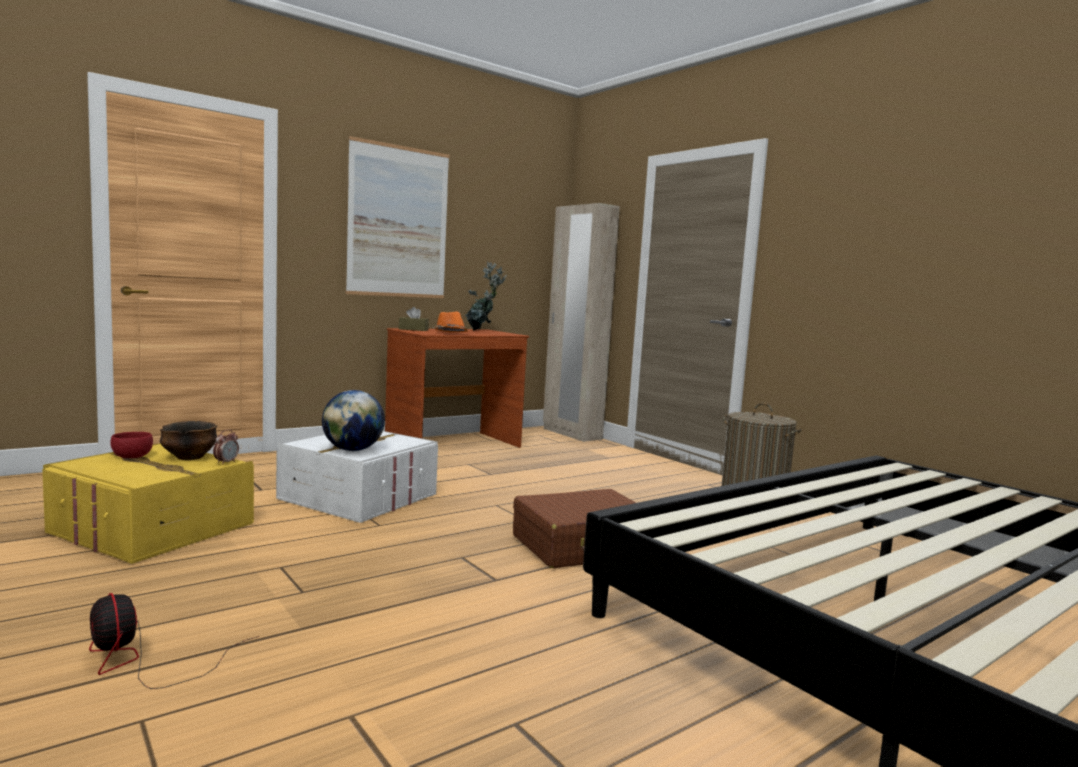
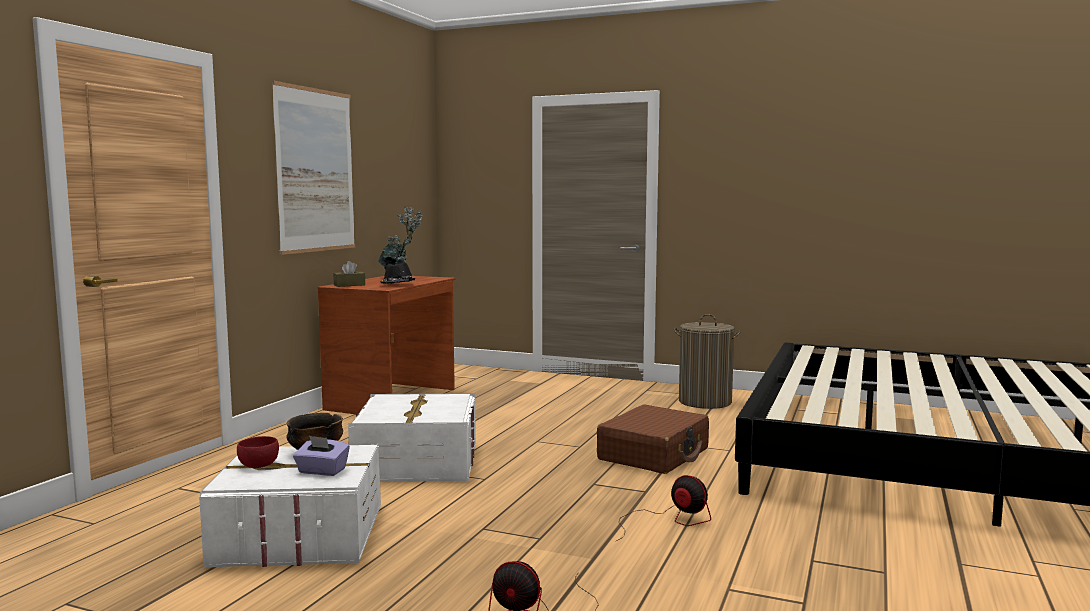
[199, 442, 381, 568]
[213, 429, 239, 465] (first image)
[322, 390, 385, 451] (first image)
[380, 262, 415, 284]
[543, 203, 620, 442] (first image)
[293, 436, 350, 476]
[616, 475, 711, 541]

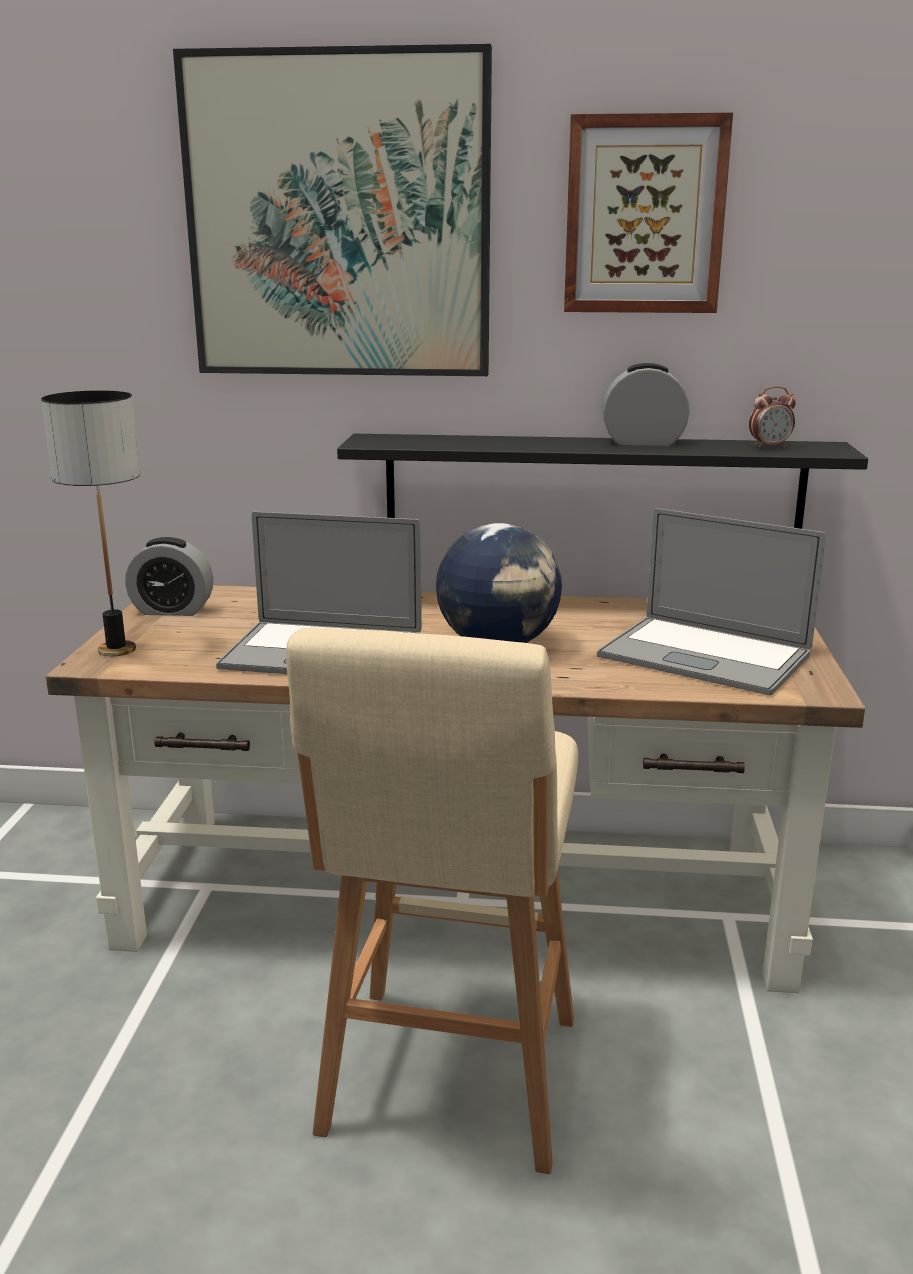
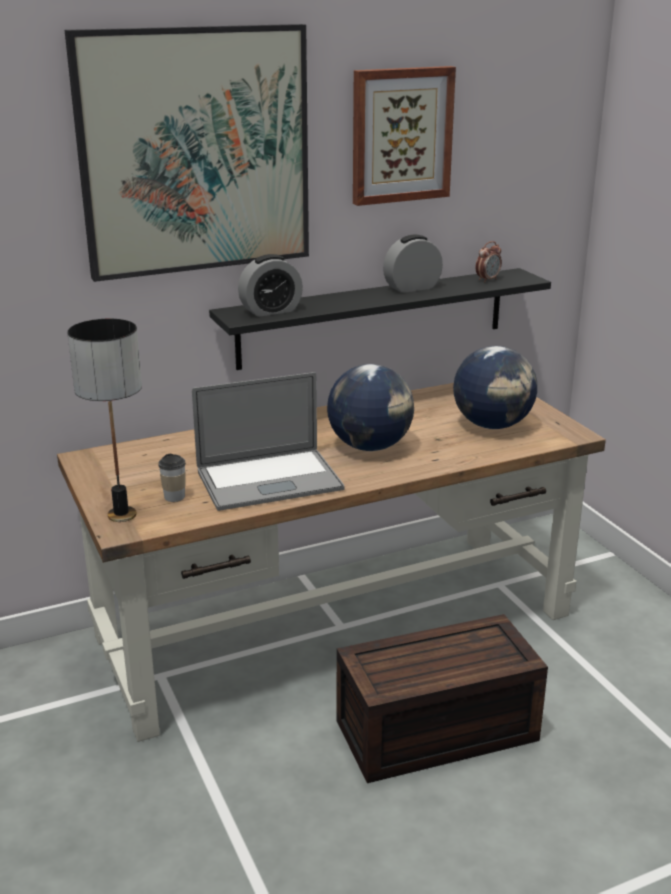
[238, 254, 303, 317]
[337, 614, 548, 783]
[453, 346, 537, 429]
[158, 454, 186, 502]

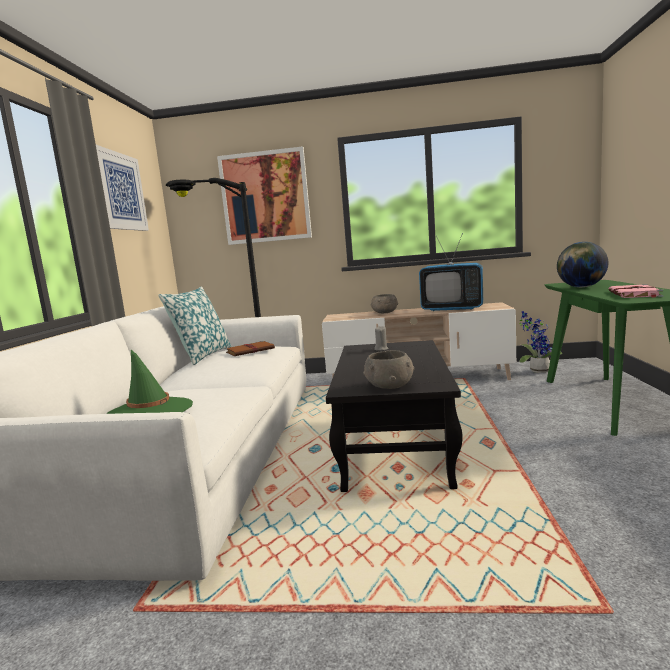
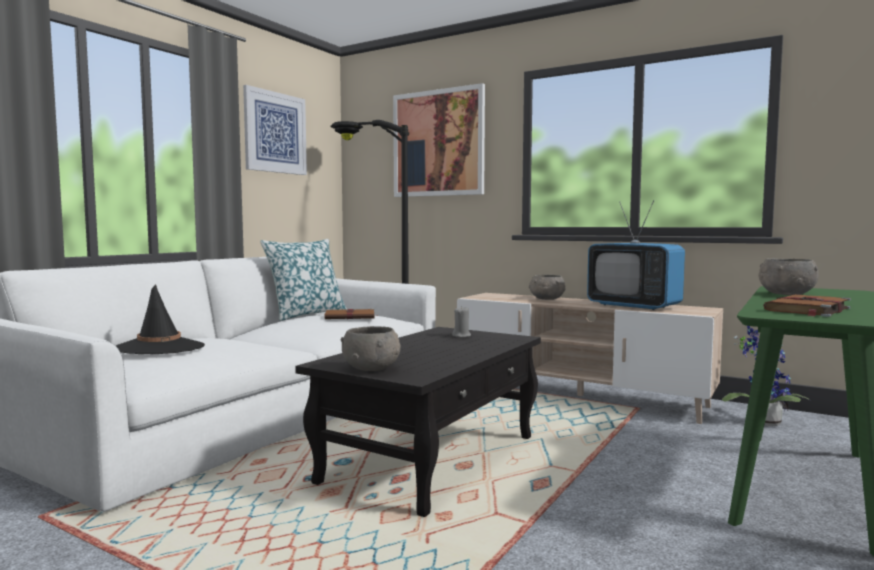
[116, 284, 205, 354]
[758, 258, 819, 295]
[763, 294, 851, 317]

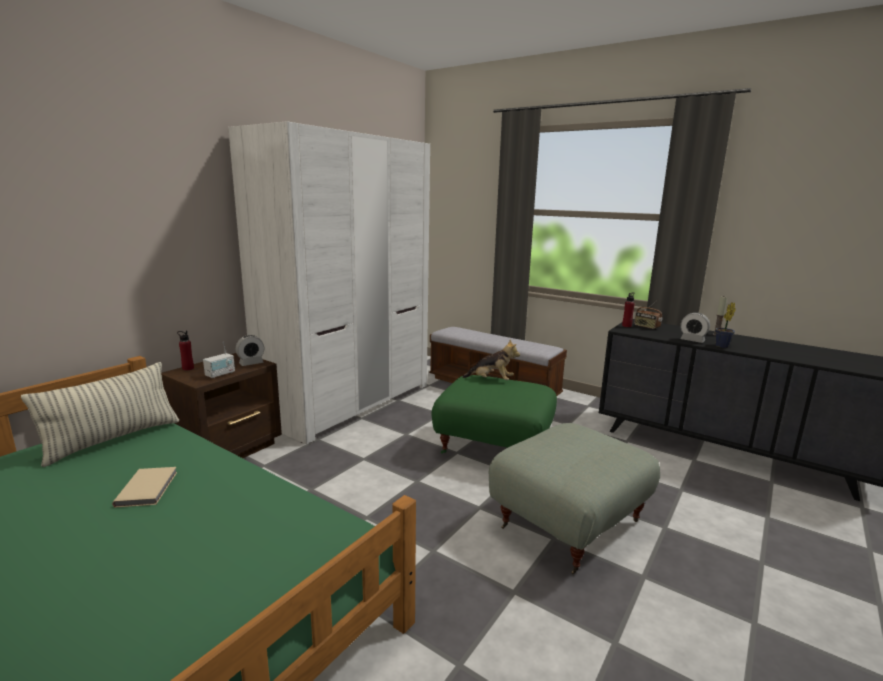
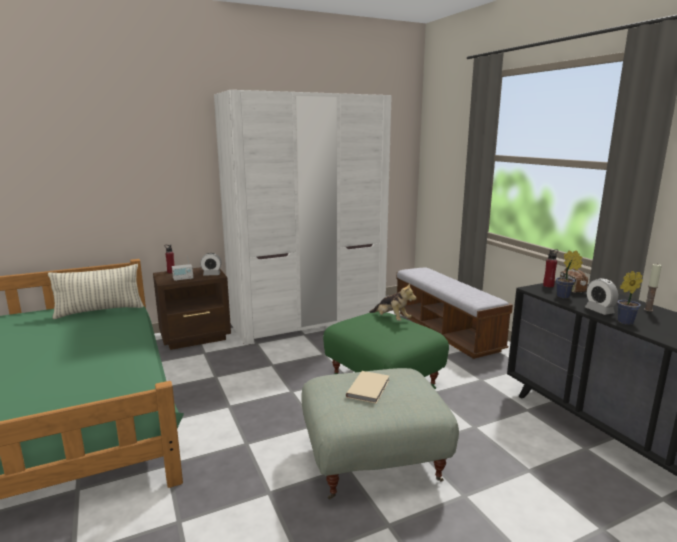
[346, 371, 389, 404]
[556, 250, 583, 299]

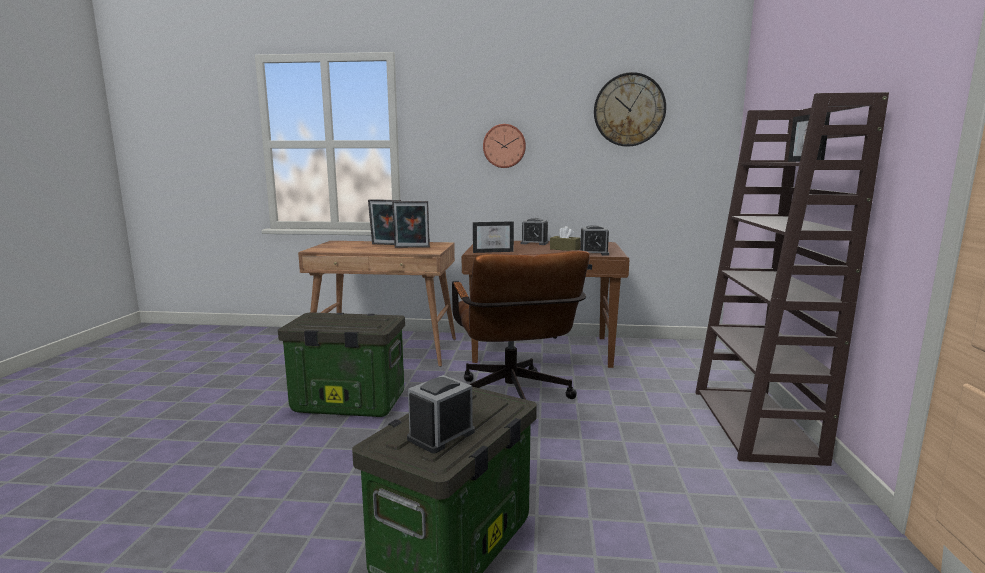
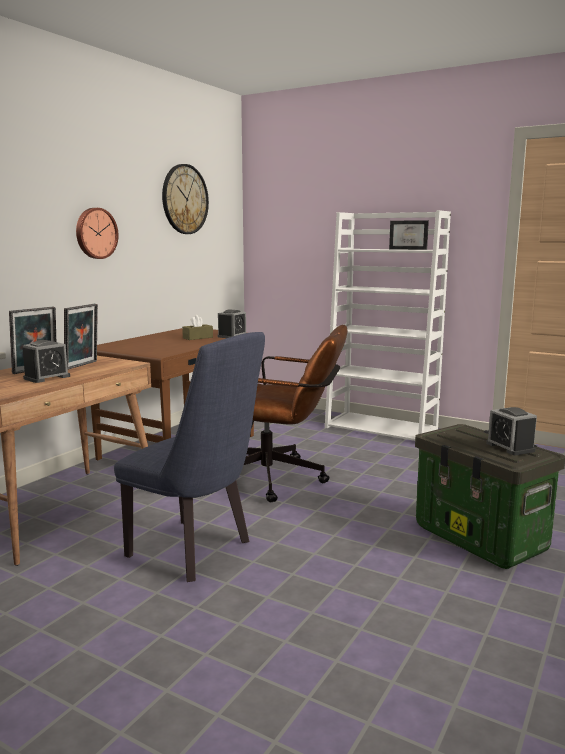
[114, 332, 265, 582]
[473, 221, 514, 253] (first image)
[22, 340, 70, 383]
[325, 210, 451, 441]

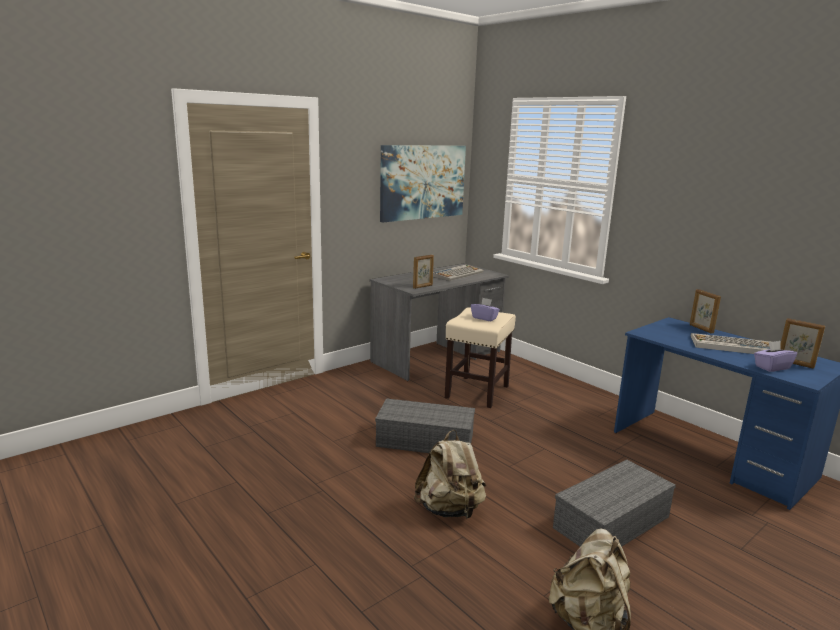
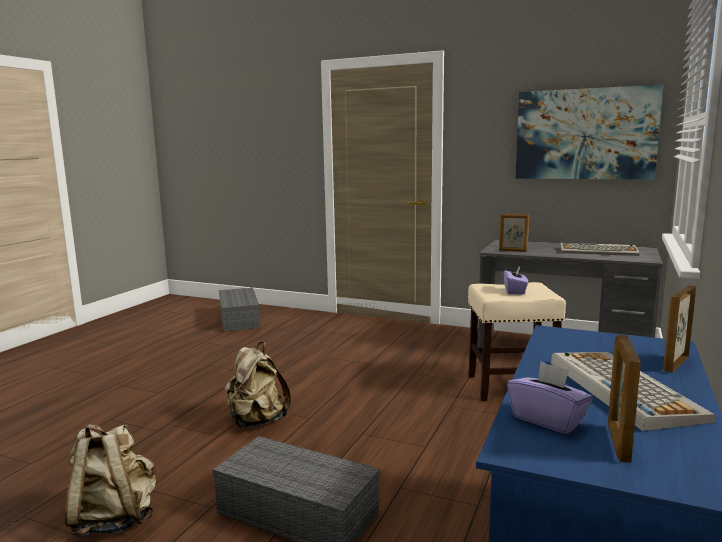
[219, 288, 260, 332]

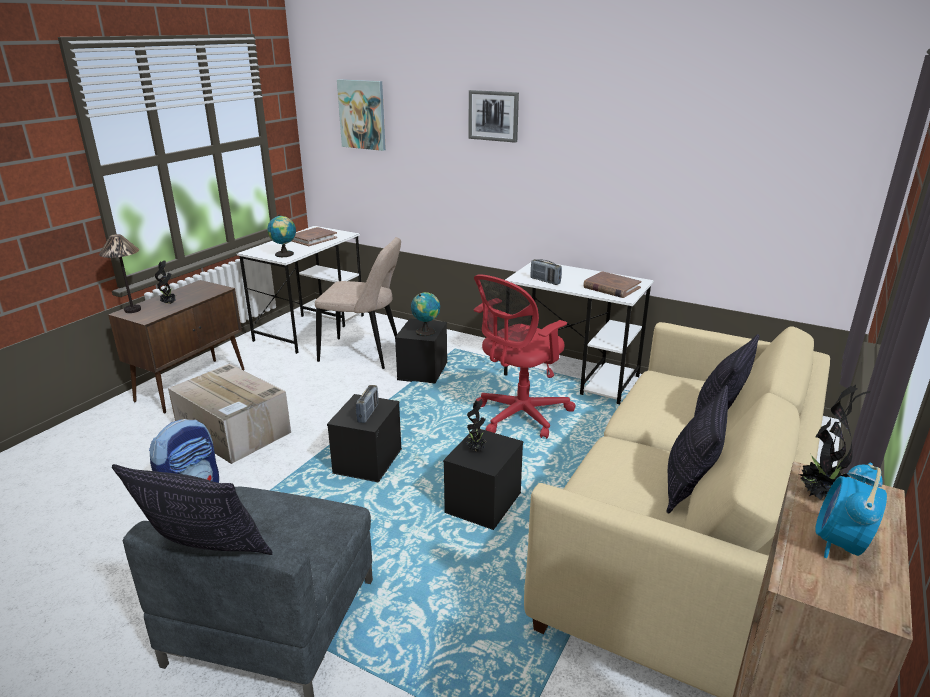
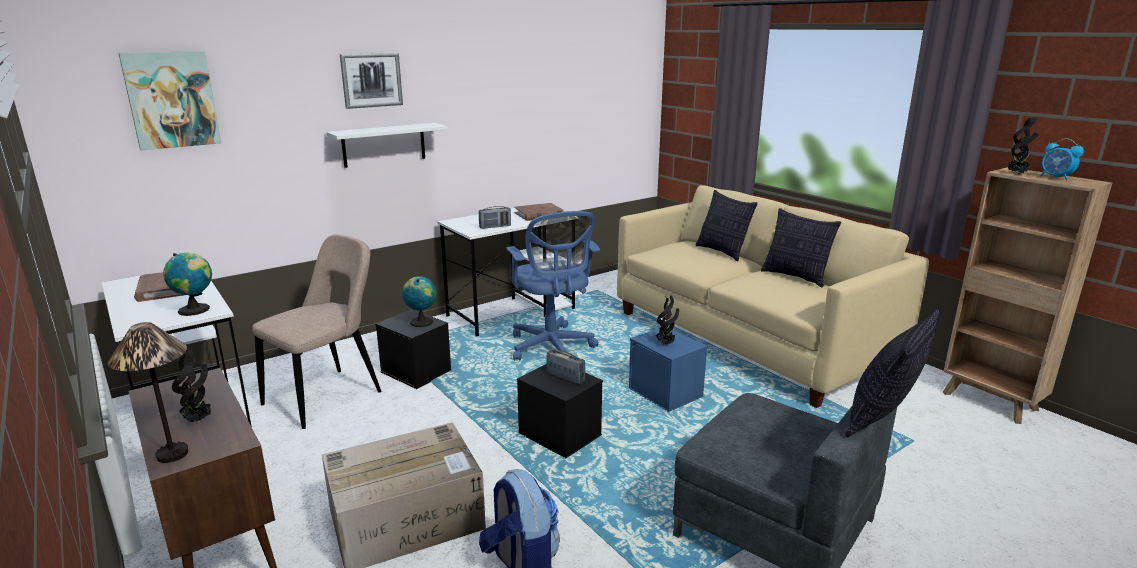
[628, 328, 708, 412]
[506, 211, 600, 361]
[326, 123, 448, 168]

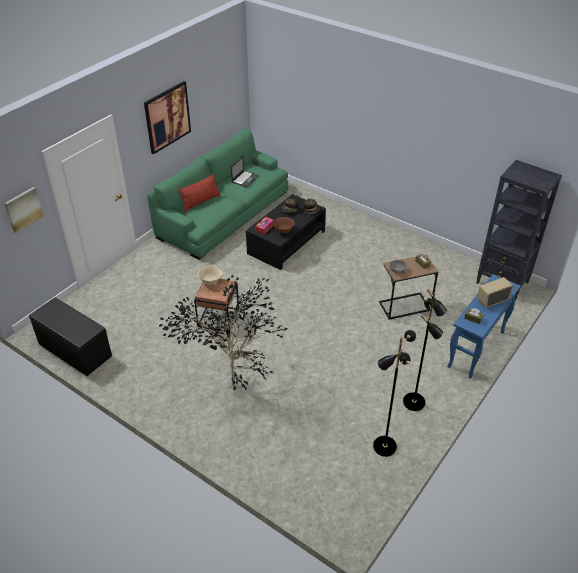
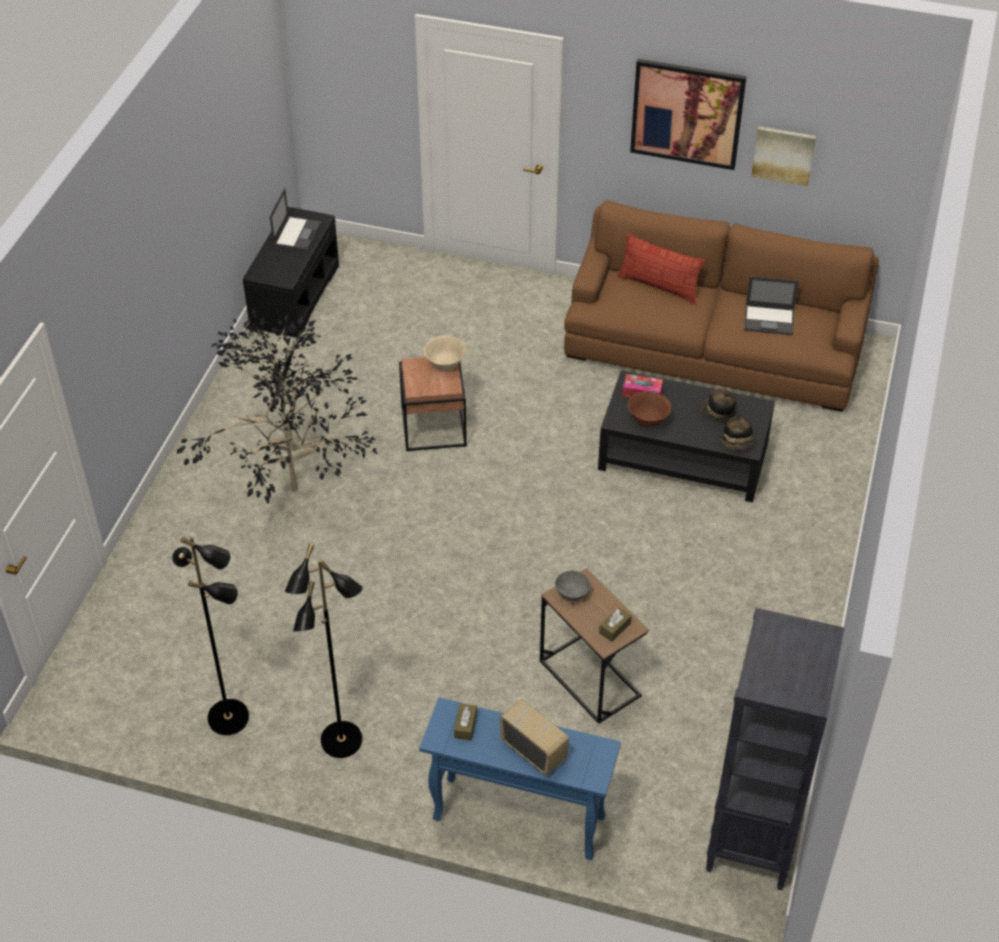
[751, 126, 816, 186]
[564, 200, 879, 412]
[270, 188, 321, 251]

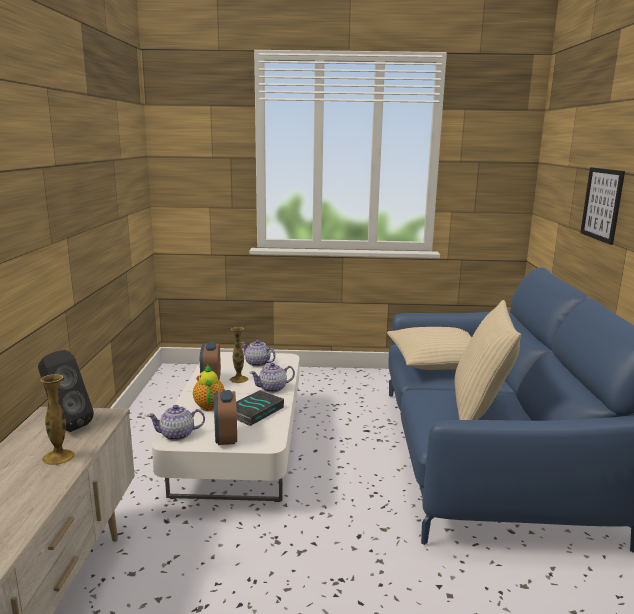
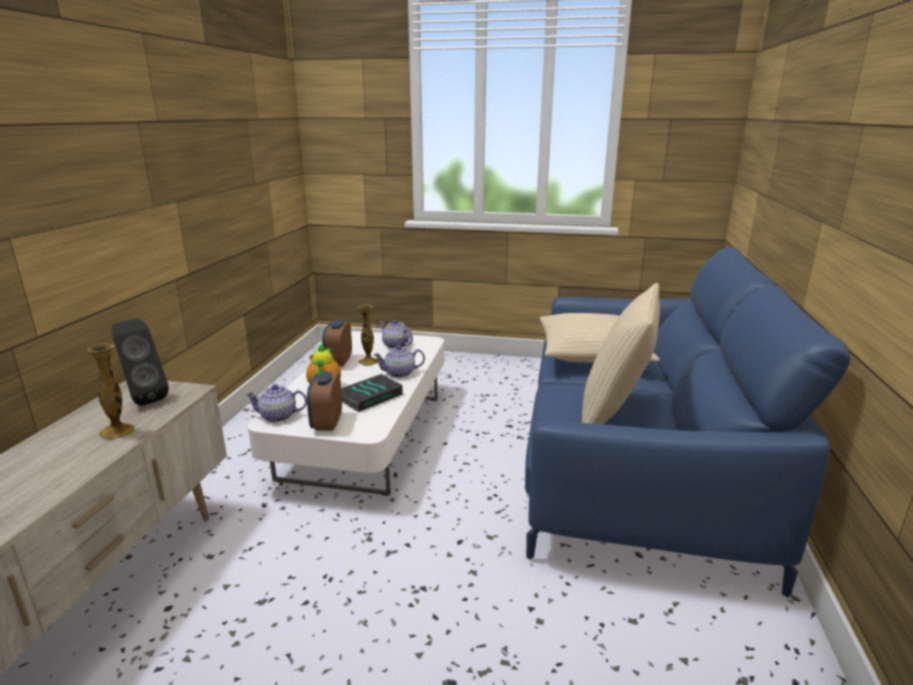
[580, 167, 625, 245] (first image)

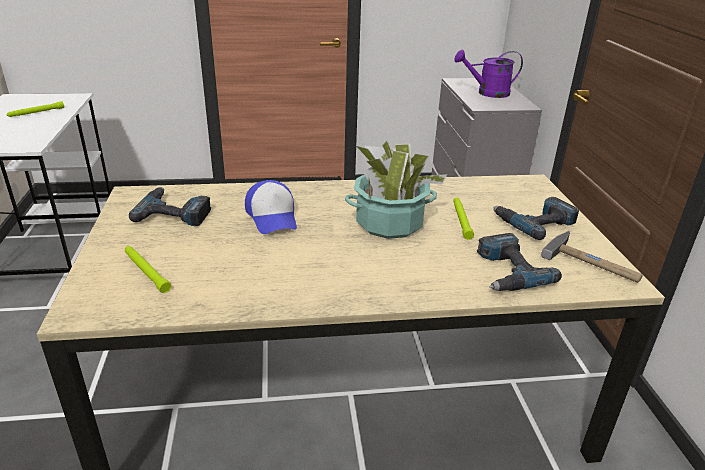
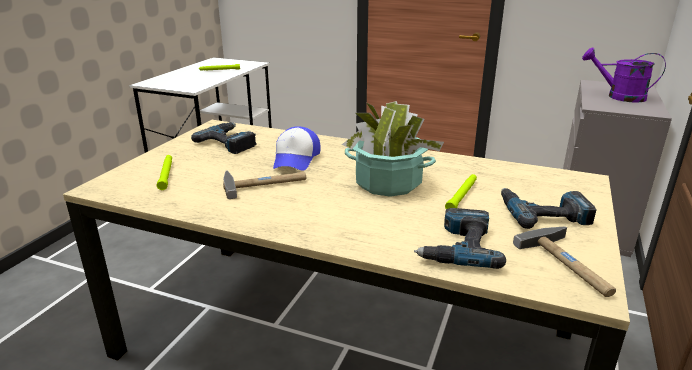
[223, 170, 306, 199]

